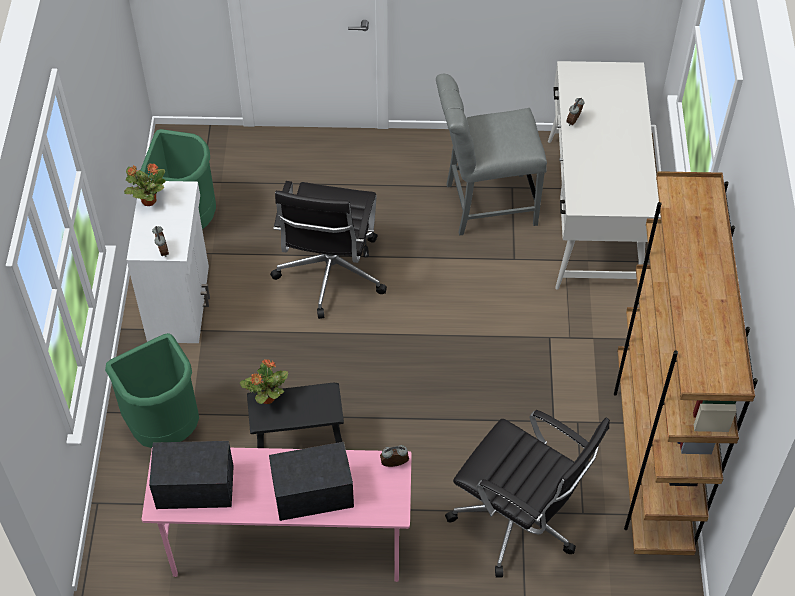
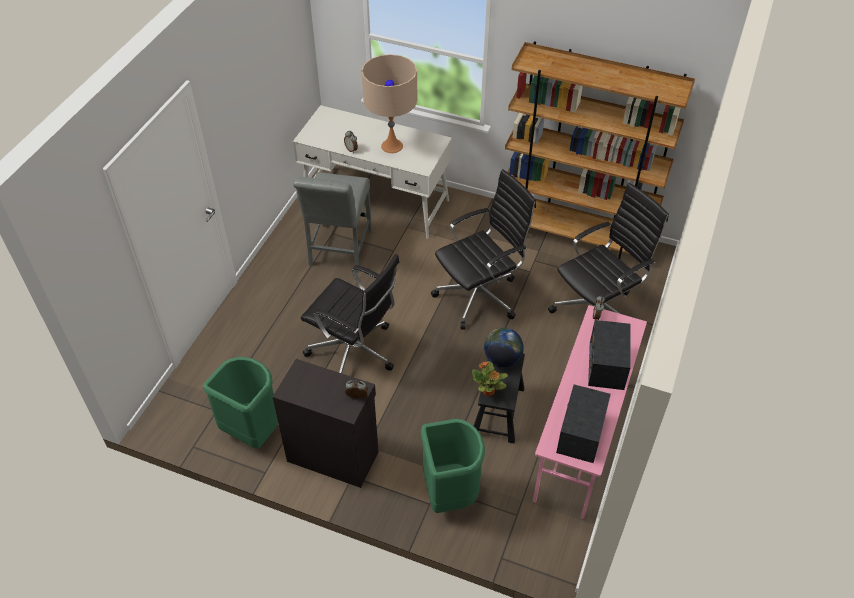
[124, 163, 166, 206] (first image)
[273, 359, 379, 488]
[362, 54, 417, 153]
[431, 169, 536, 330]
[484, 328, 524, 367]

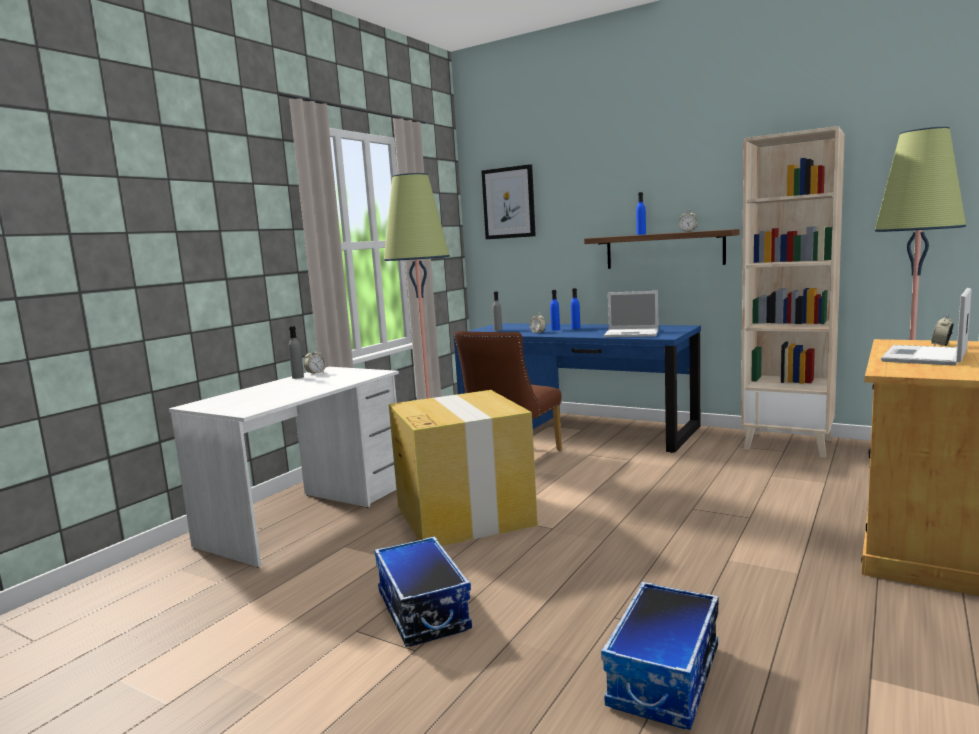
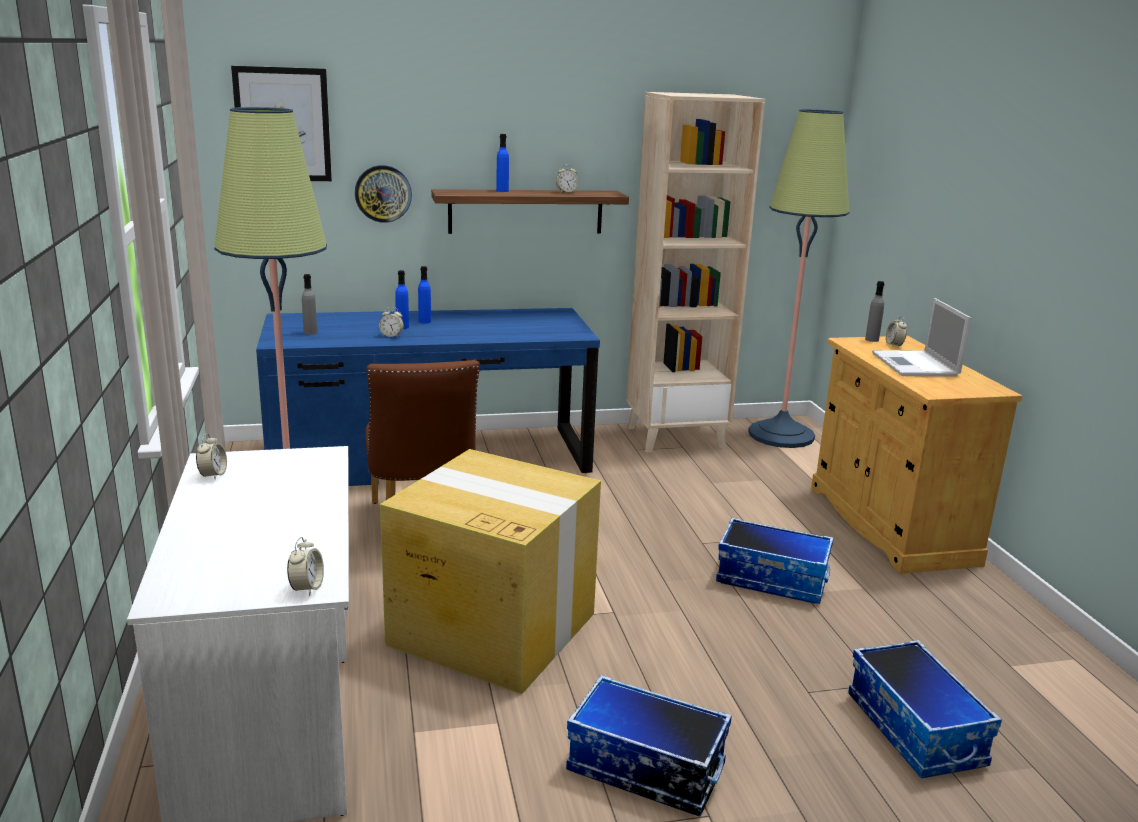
[865, 281, 884, 342]
[604, 291, 658, 337] (first image)
[287, 537, 324, 596]
[355, 165, 412, 223]
[716, 518, 834, 604]

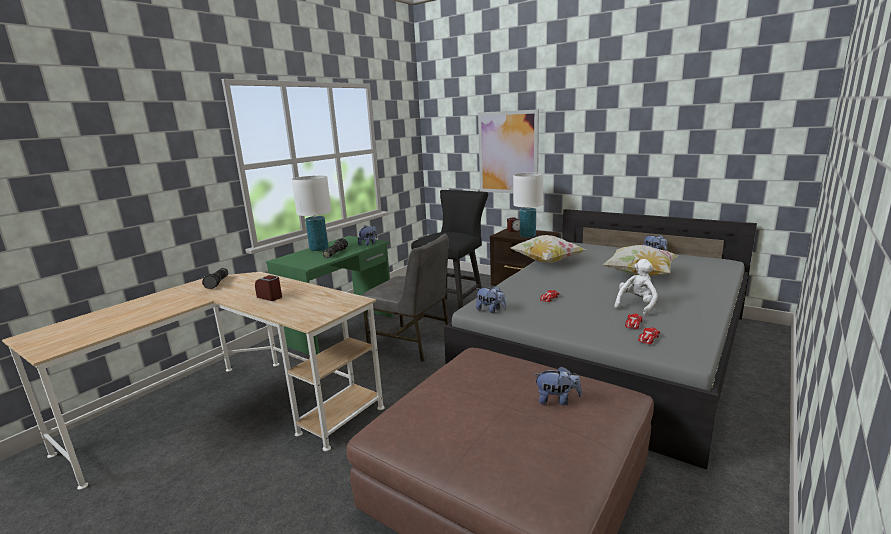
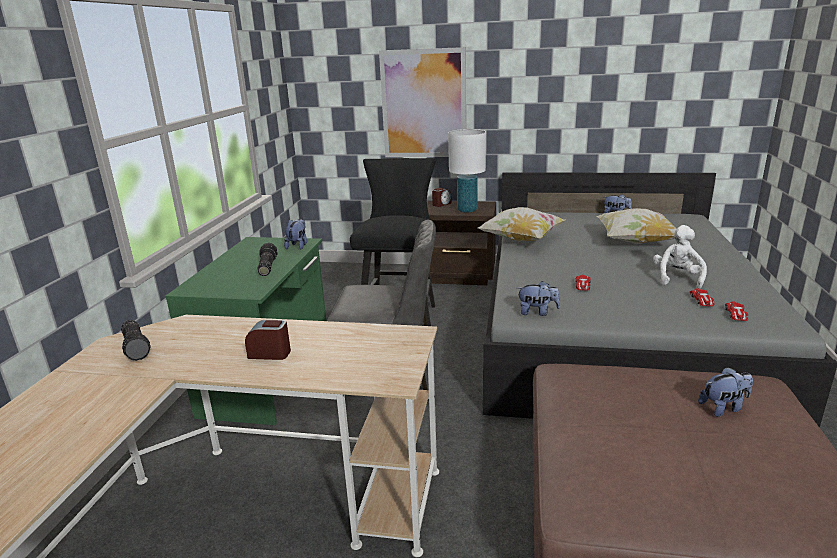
[291, 175, 331, 251] (first image)

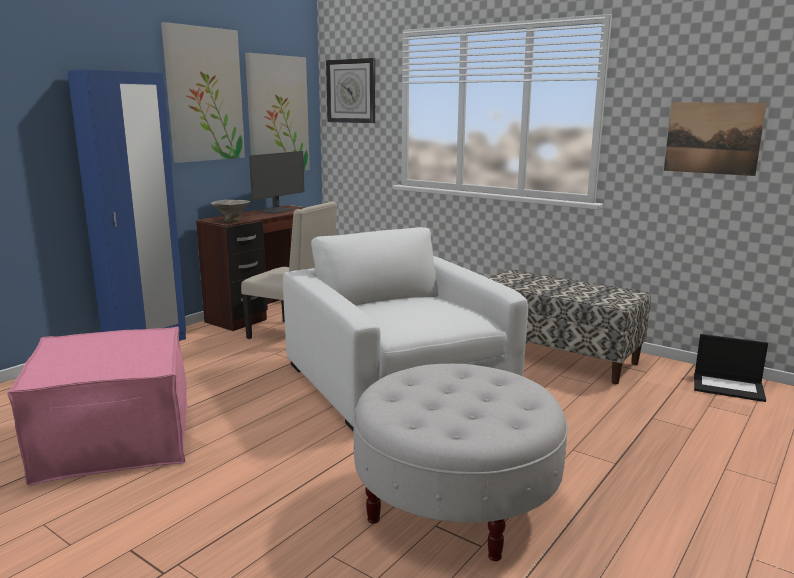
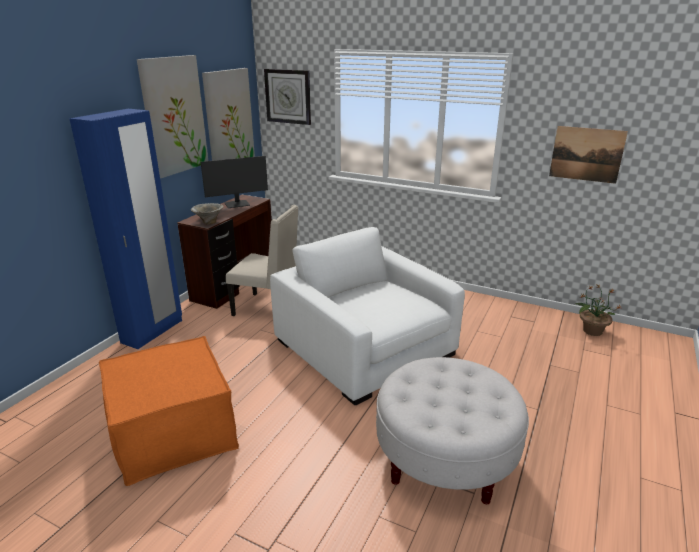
[99, 336, 239, 486]
[201, 156, 268, 208]
[489, 269, 651, 384] (first image)
[575, 284, 621, 336]

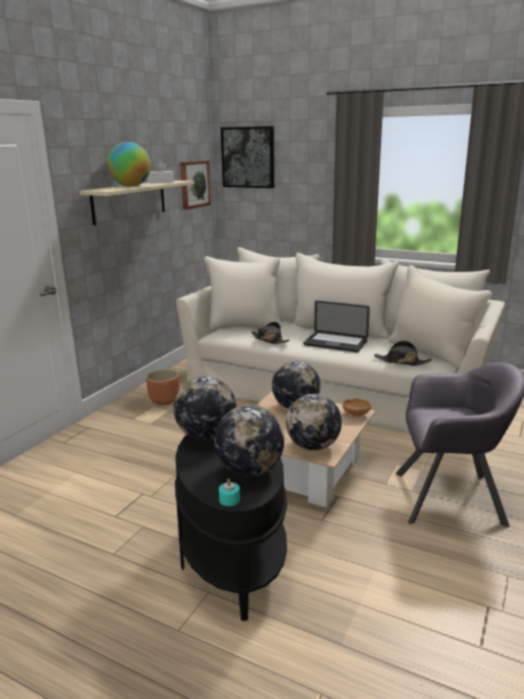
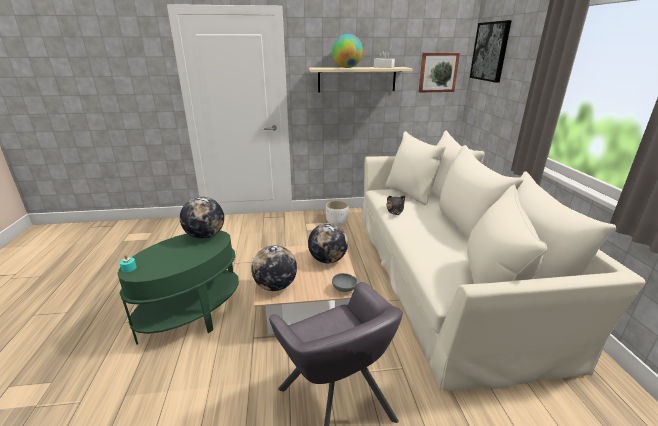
[326, 200, 349, 226]
[117, 230, 239, 345]
[214, 405, 284, 477] (first image)
[303, 301, 370, 352] (first image)
[332, 273, 358, 292]
[374, 341, 432, 366] (first image)

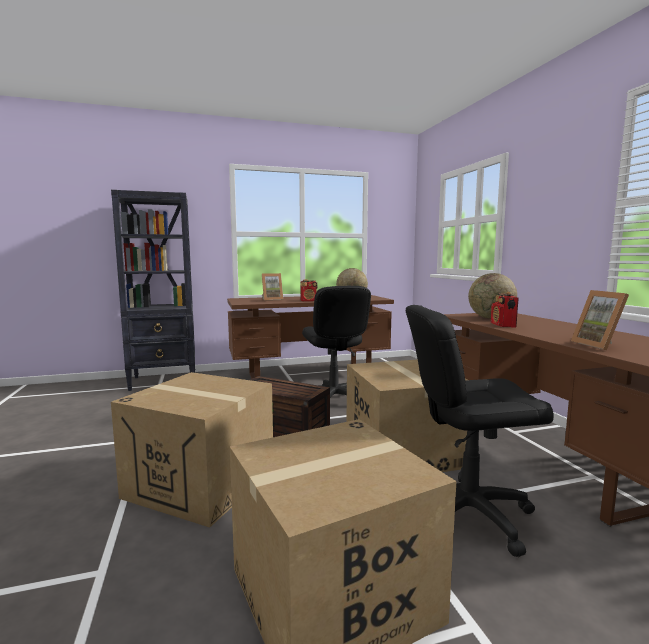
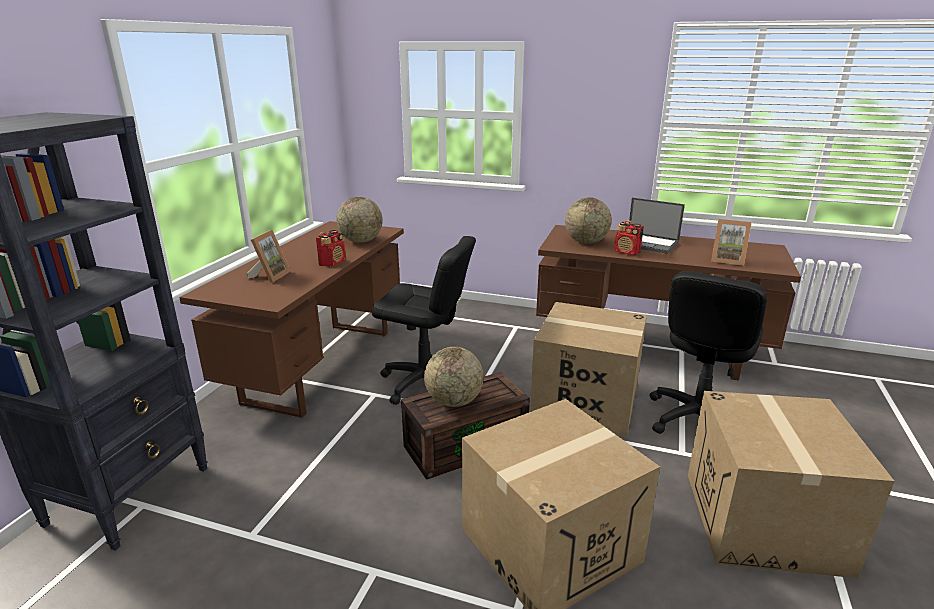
[424, 347, 484, 407]
[629, 198, 685, 254]

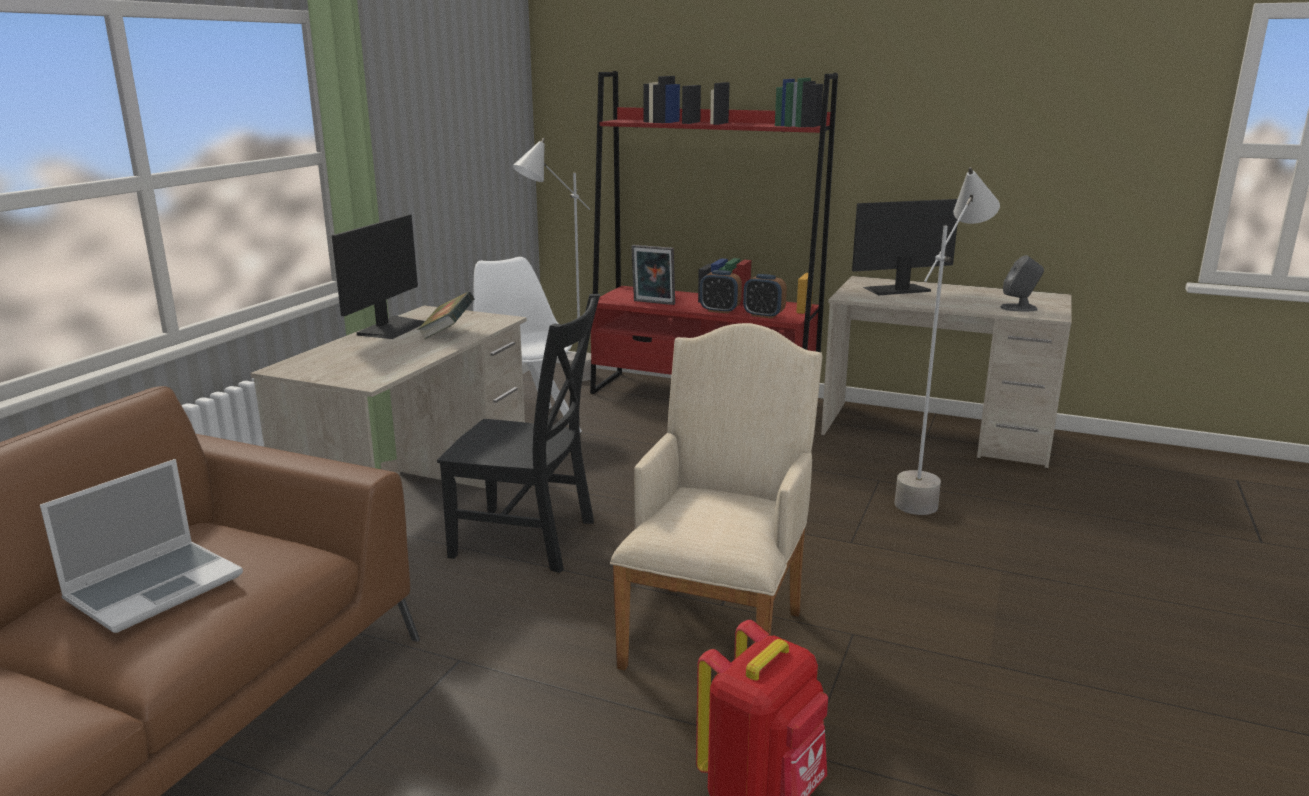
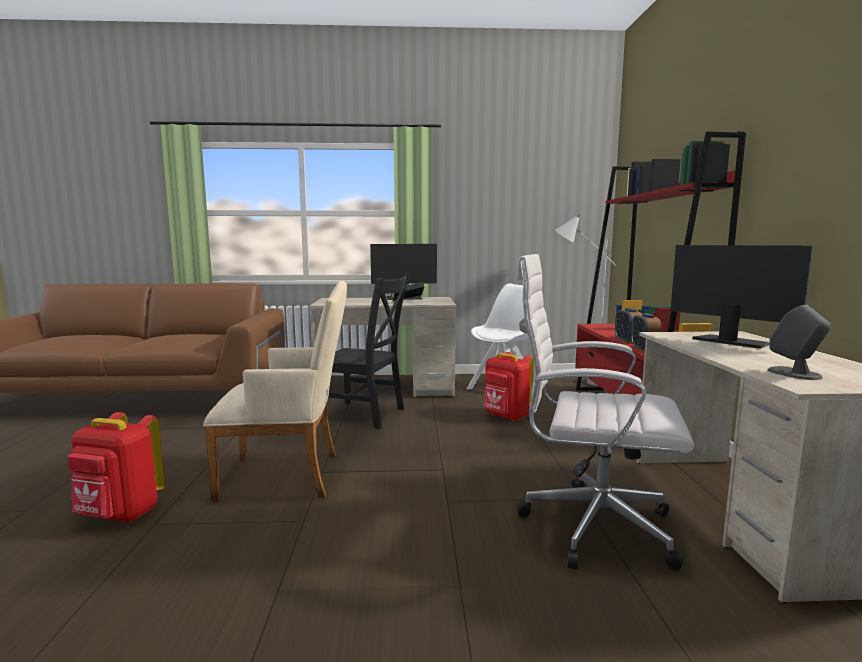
[40, 459, 243, 633] (first image)
[320, 274, 410, 429]
[631, 245, 675, 305] (first image)
[516, 254, 694, 570]
[484, 352, 534, 421]

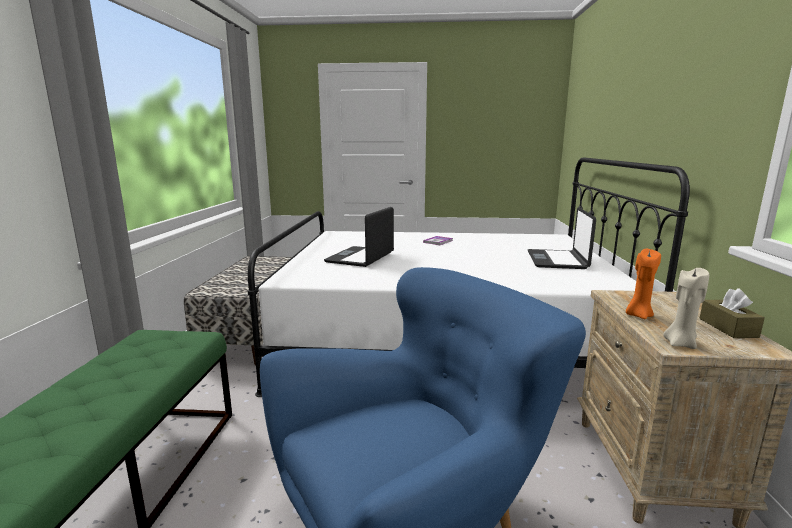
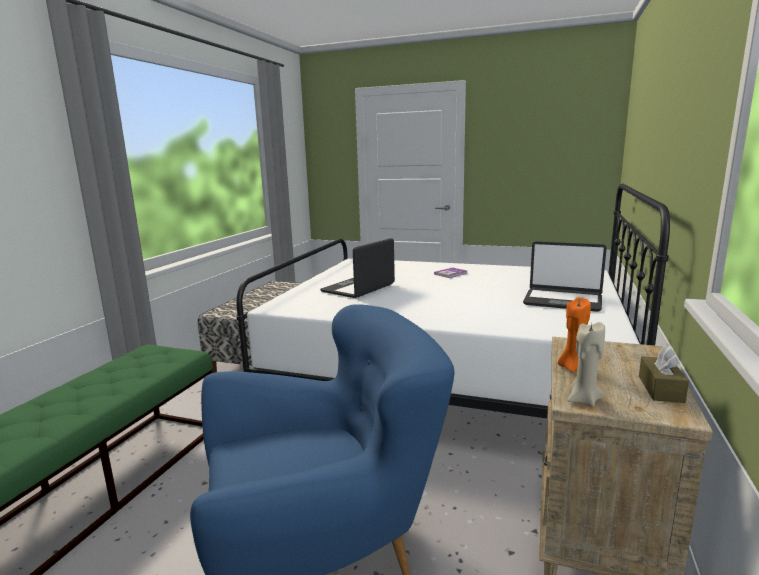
[523, 241, 607, 312]

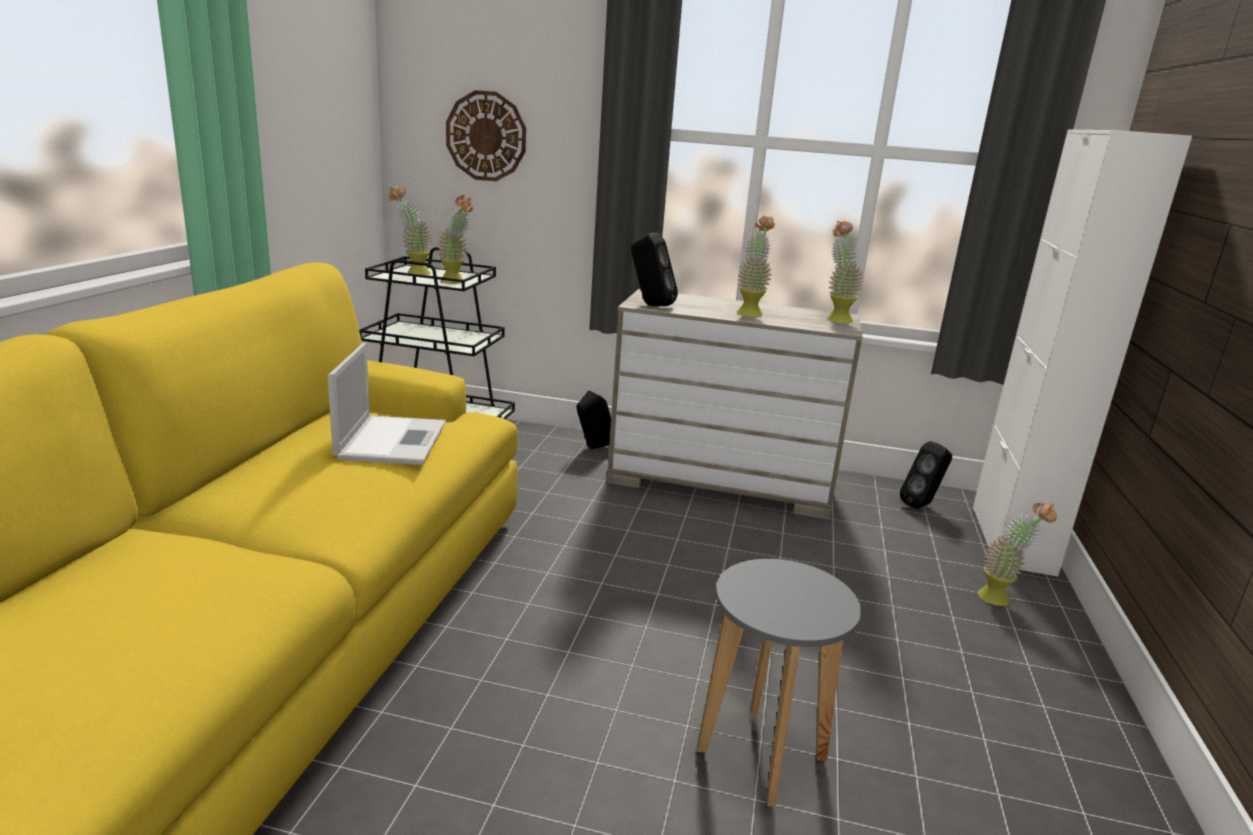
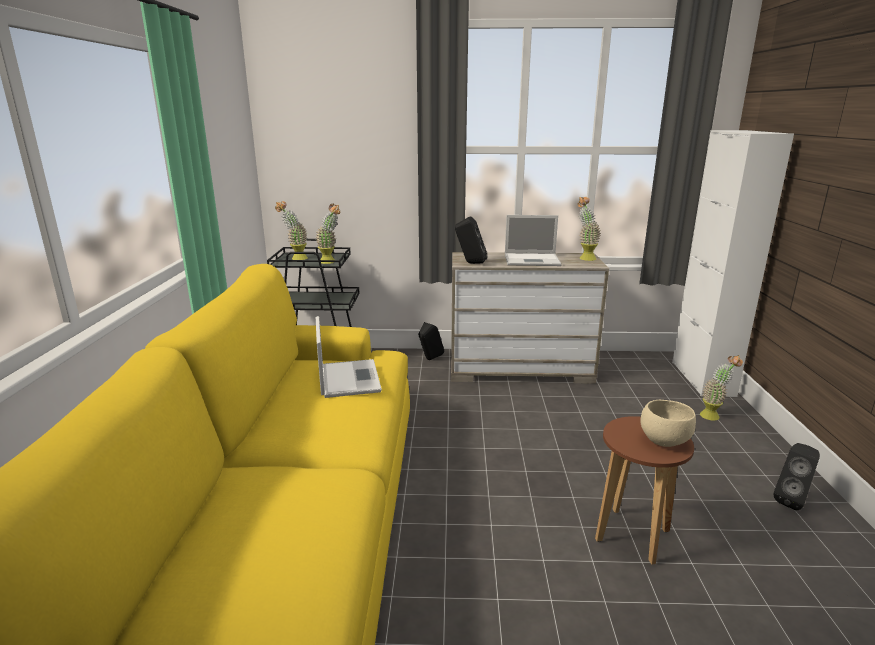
[446, 90, 526, 181] (first image)
[595, 416, 694, 565]
[505, 215, 562, 266]
[773, 443, 820, 510]
[641, 400, 696, 447]

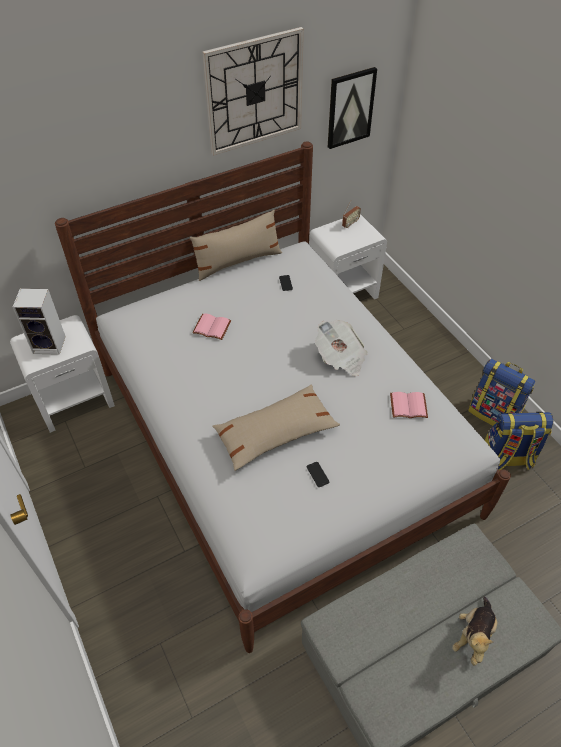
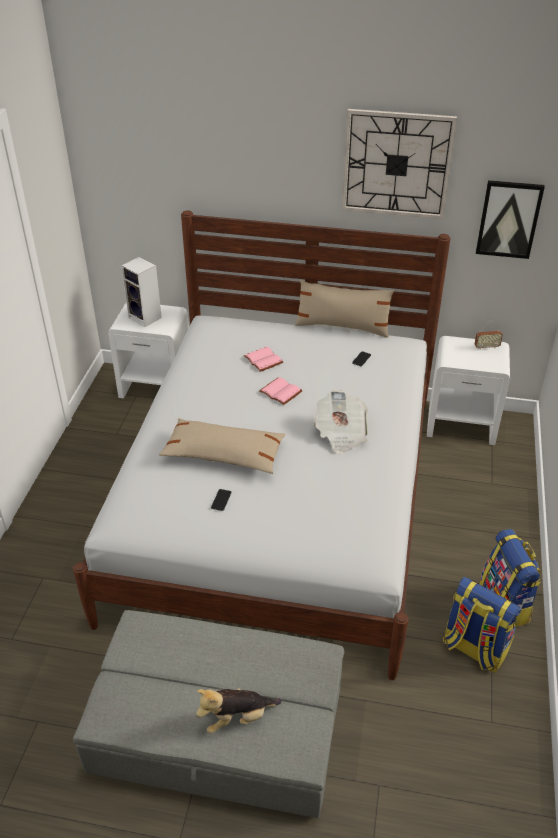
[259, 377, 302, 405]

